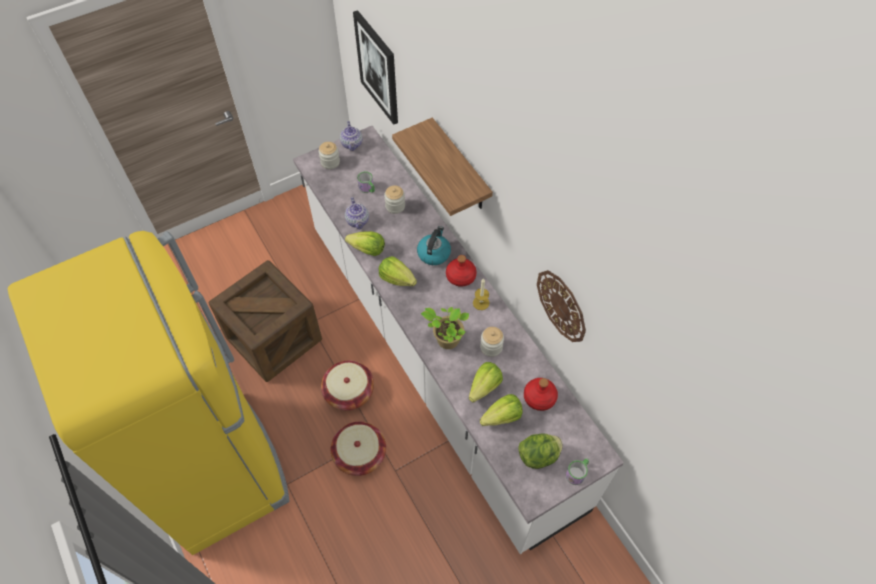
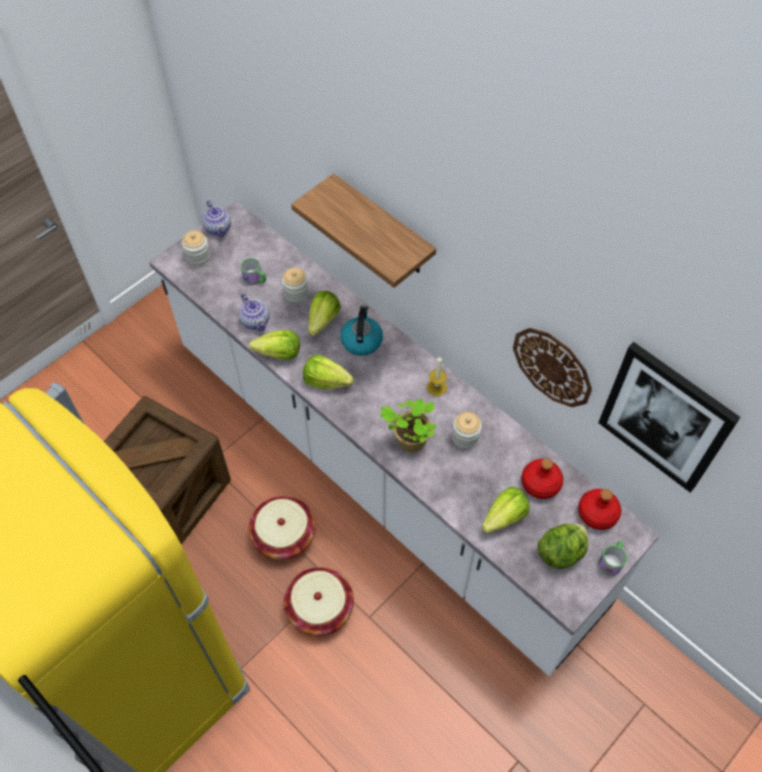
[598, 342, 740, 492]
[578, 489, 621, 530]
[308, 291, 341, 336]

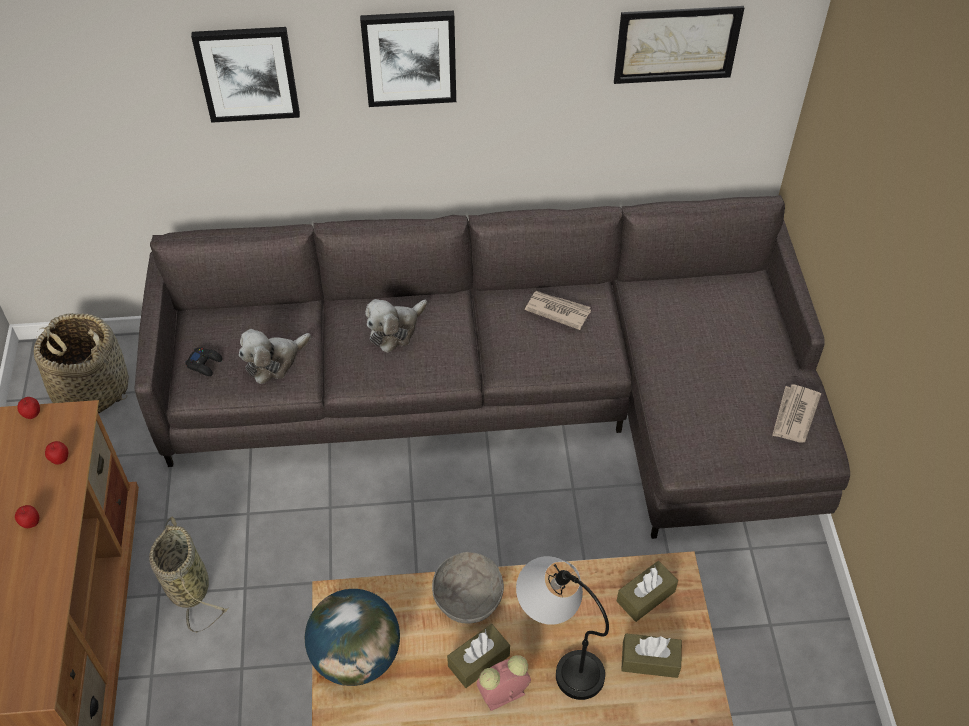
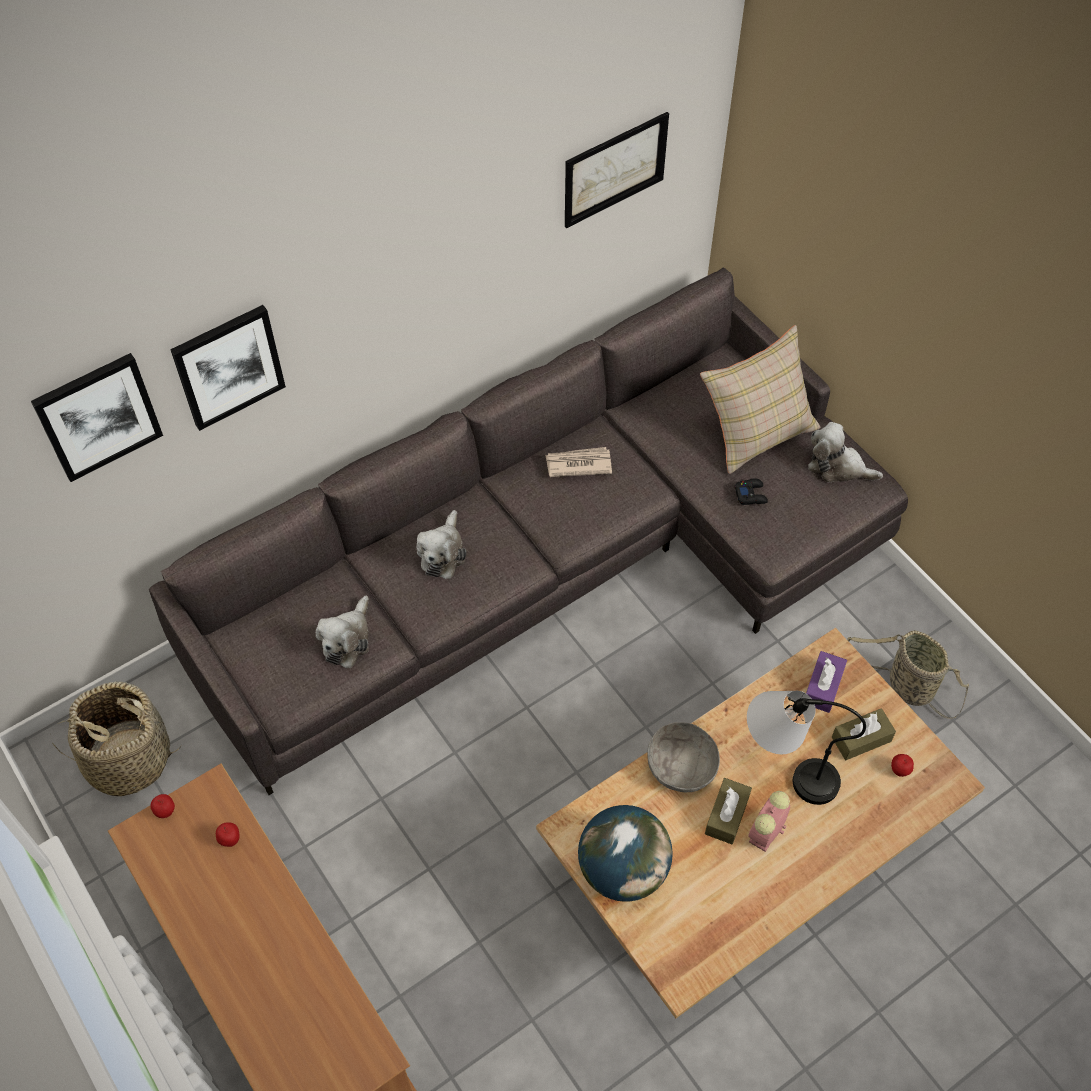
[31, 353, 163, 482]
[734, 479, 768, 505]
[808, 422, 883, 483]
[891, 754, 914, 777]
[847, 630, 969, 719]
[806, 651, 847, 713]
[700, 325, 821, 474]

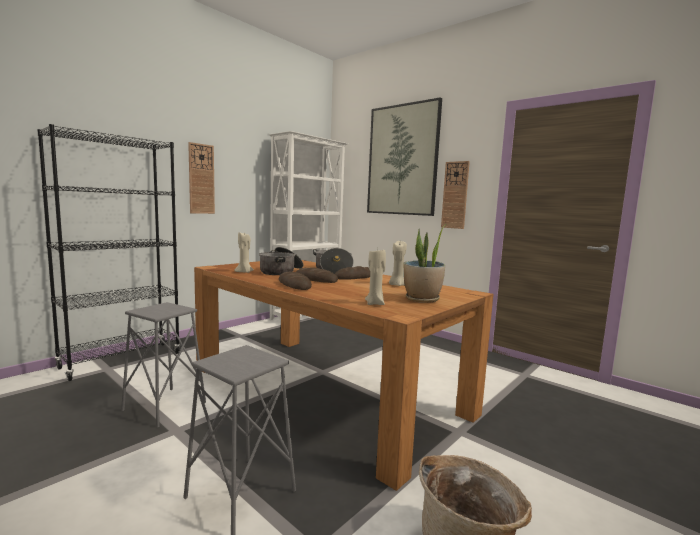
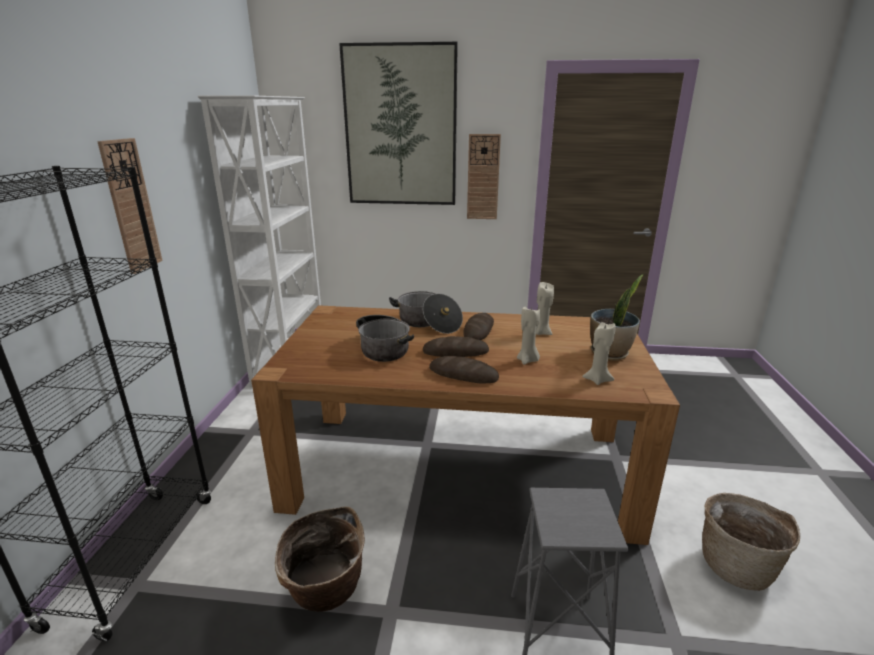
[517, 305, 540, 365]
[275, 506, 365, 612]

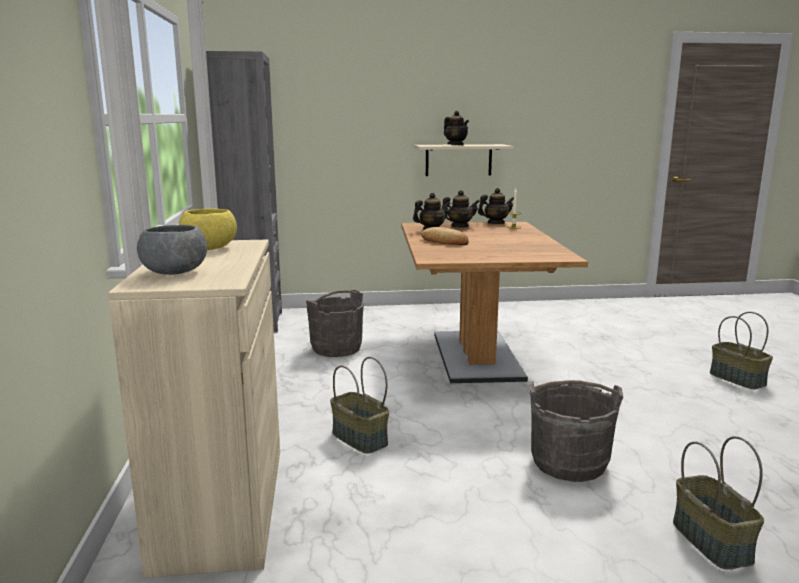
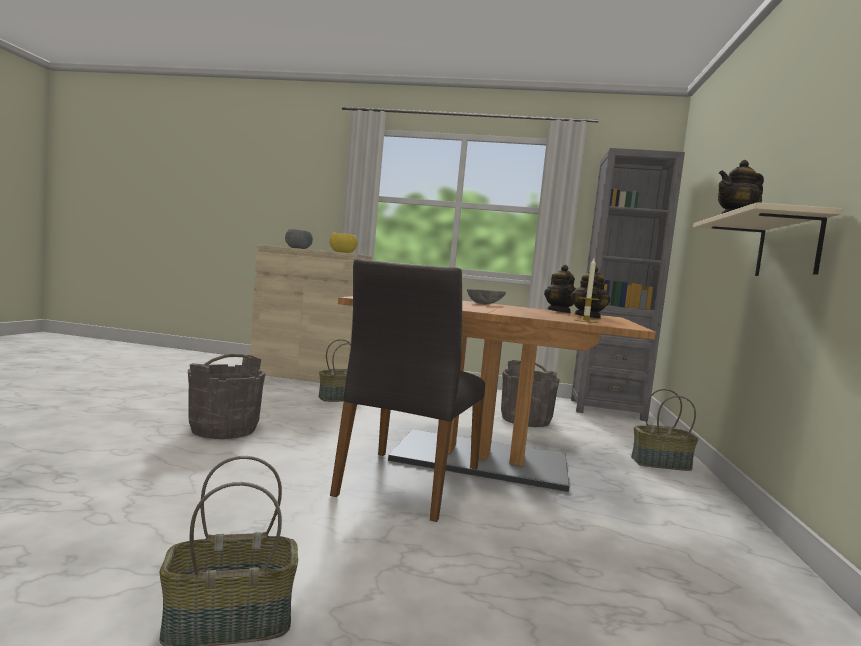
[478, 188, 514, 224] (first image)
[467, 289, 506, 305]
[631, 389, 698, 471]
[330, 259, 485, 522]

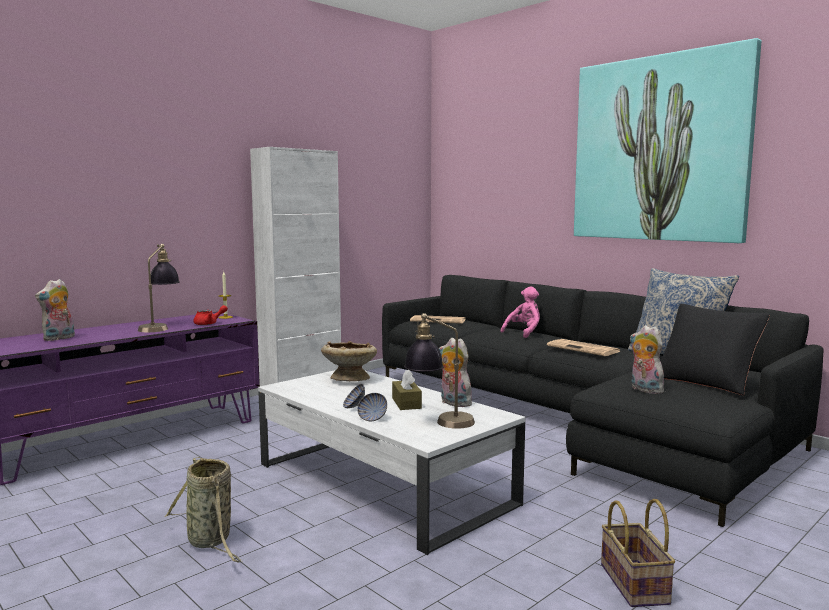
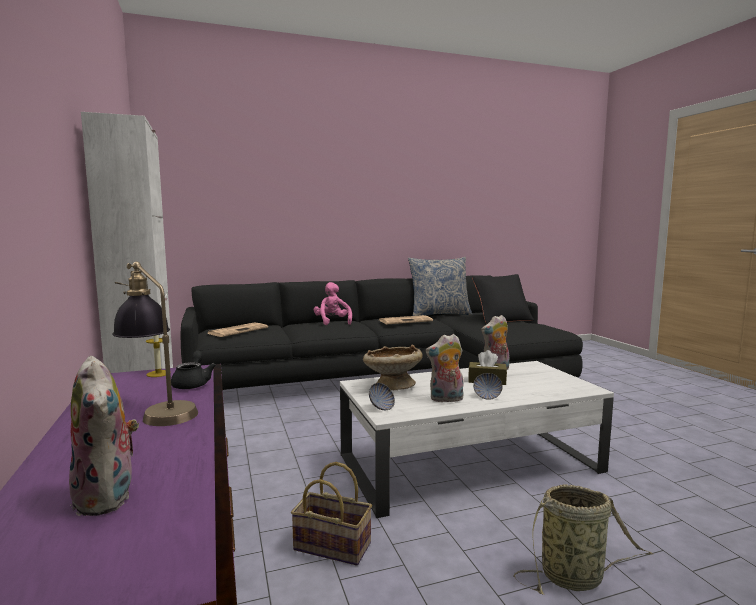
[574, 38, 761, 243] (first image)
[171, 351, 216, 389]
[404, 313, 475, 429] (first image)
[425, 334, 464, 402]
[369, 383, 395, 410]
[291, 462, 372, 566]

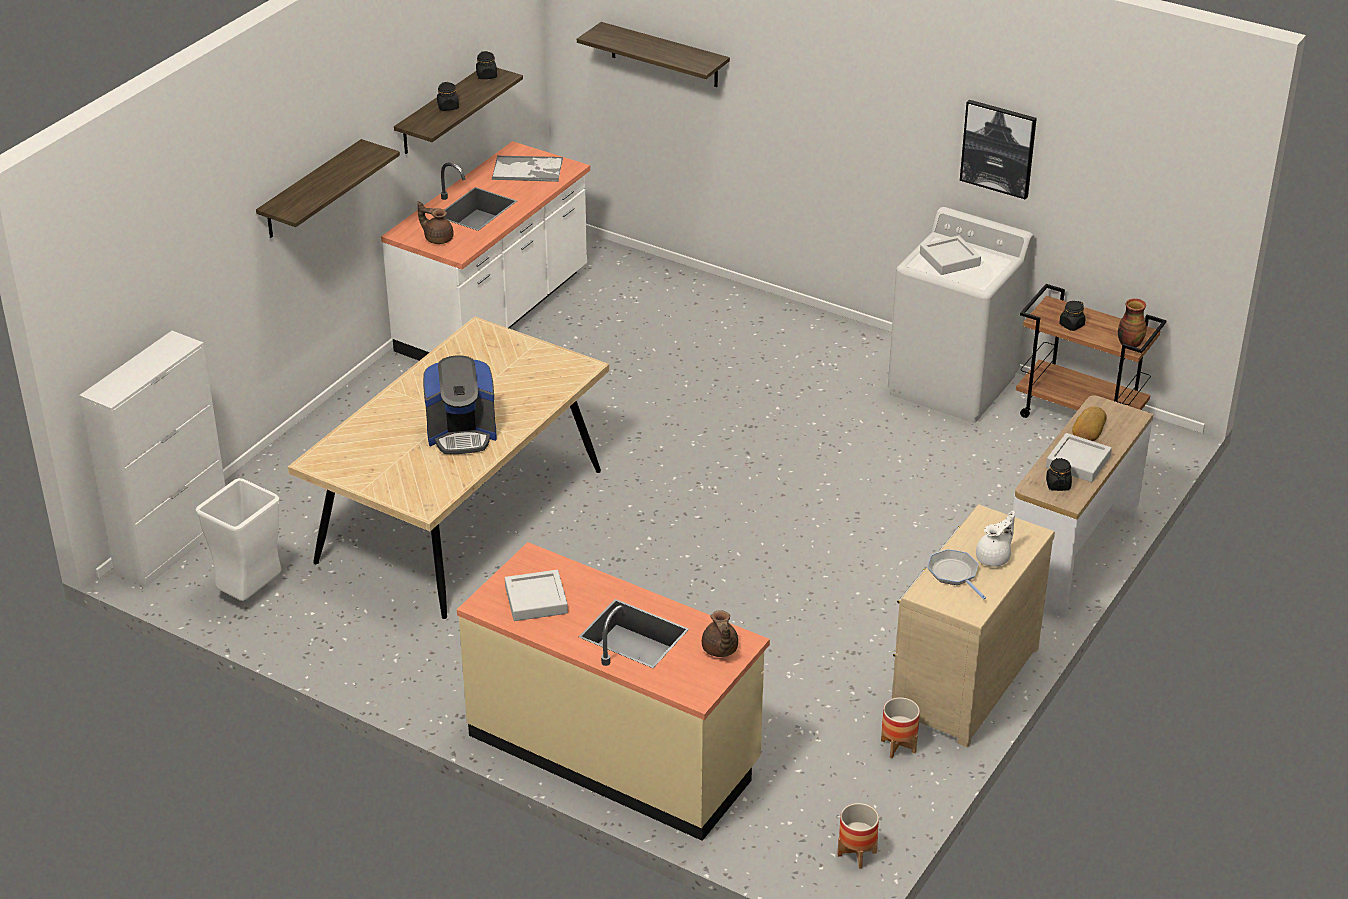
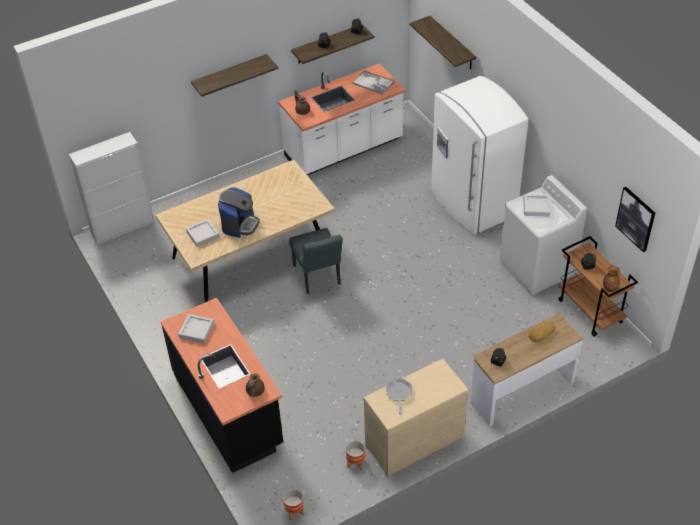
[615, 187, 655, 252]
[218, 187, 259, 238]
[186, 219, 219, 247]
[196, 478, 281, 601] (first image)
[976, 511, 1015, 567] (first image)
[161, 298, 283, 473]
[431, 76, 529, 235]
[289, 228, 343, 294]

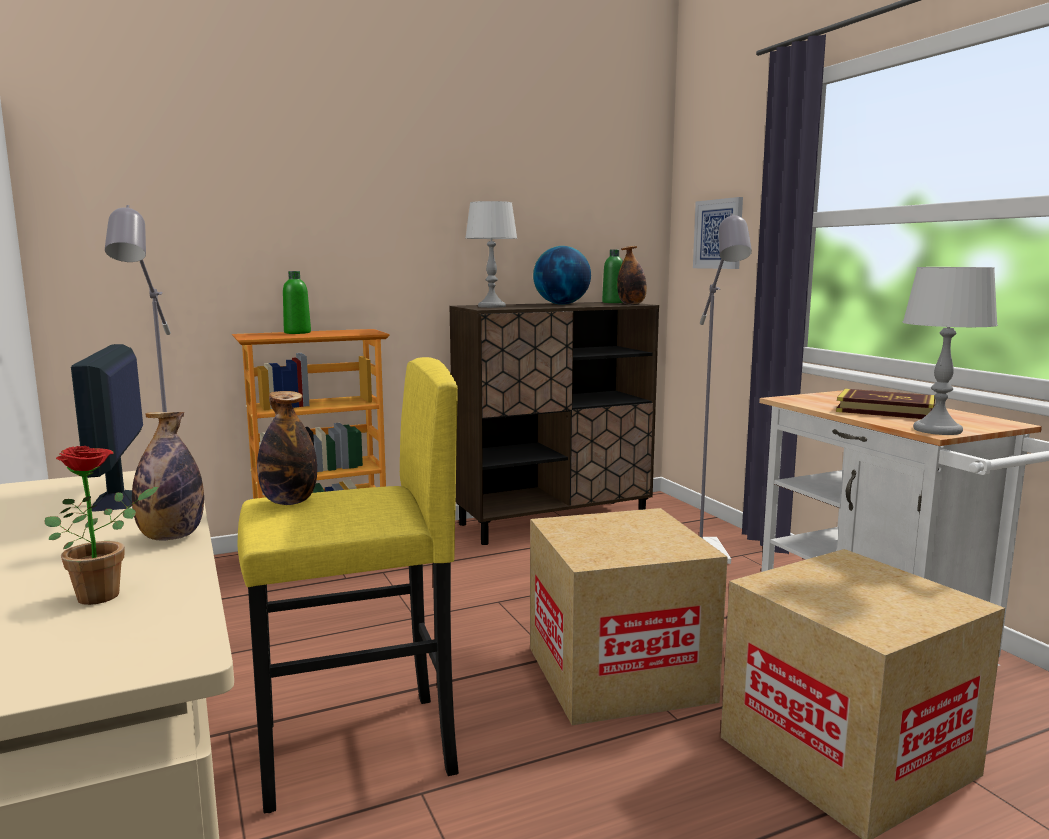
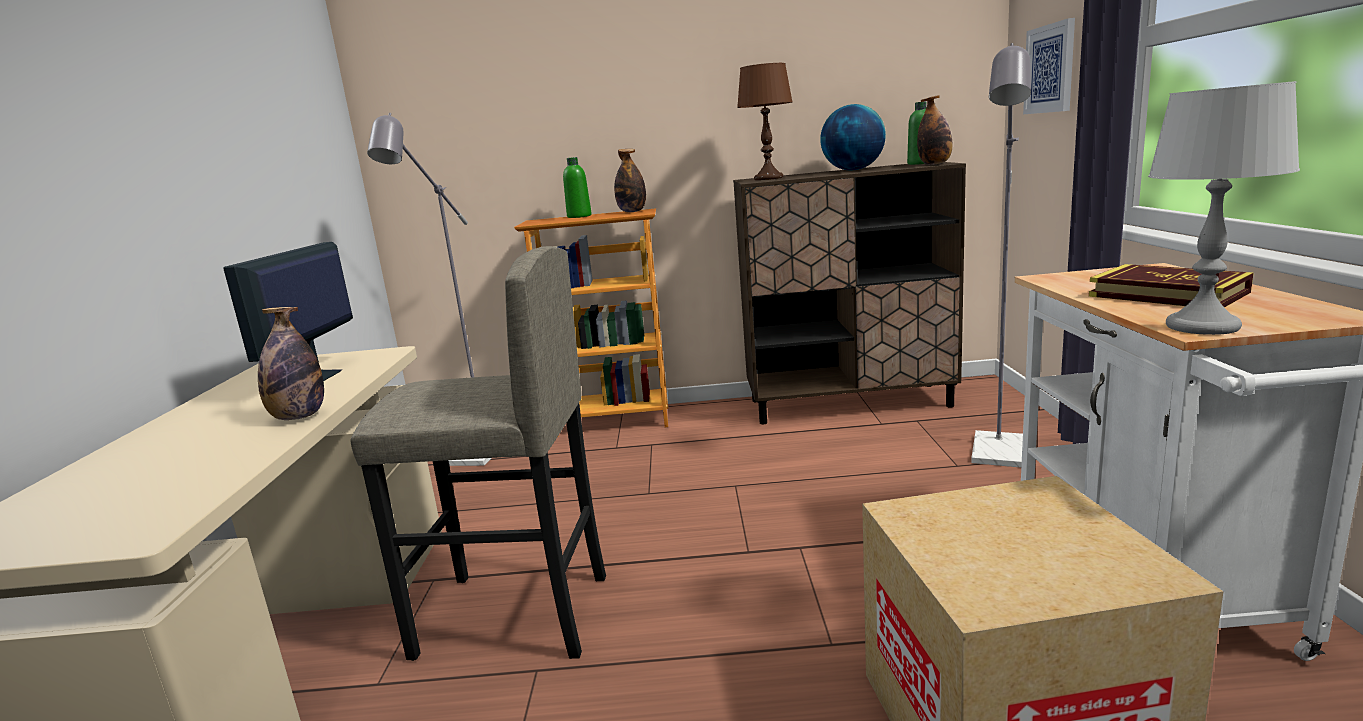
[737, 63, 793, 180]
[350, 246, 606, 661]
[614, 149, 646, 212]
[44, 446, 158, 605] (first image)
[530, 508, 728, 725] (first image)

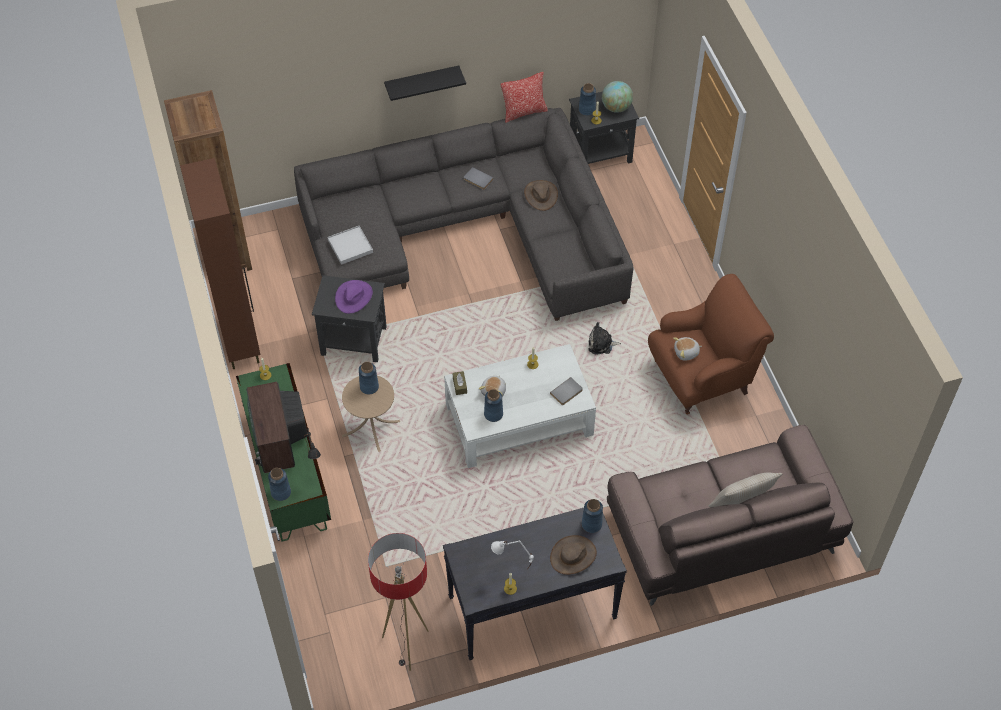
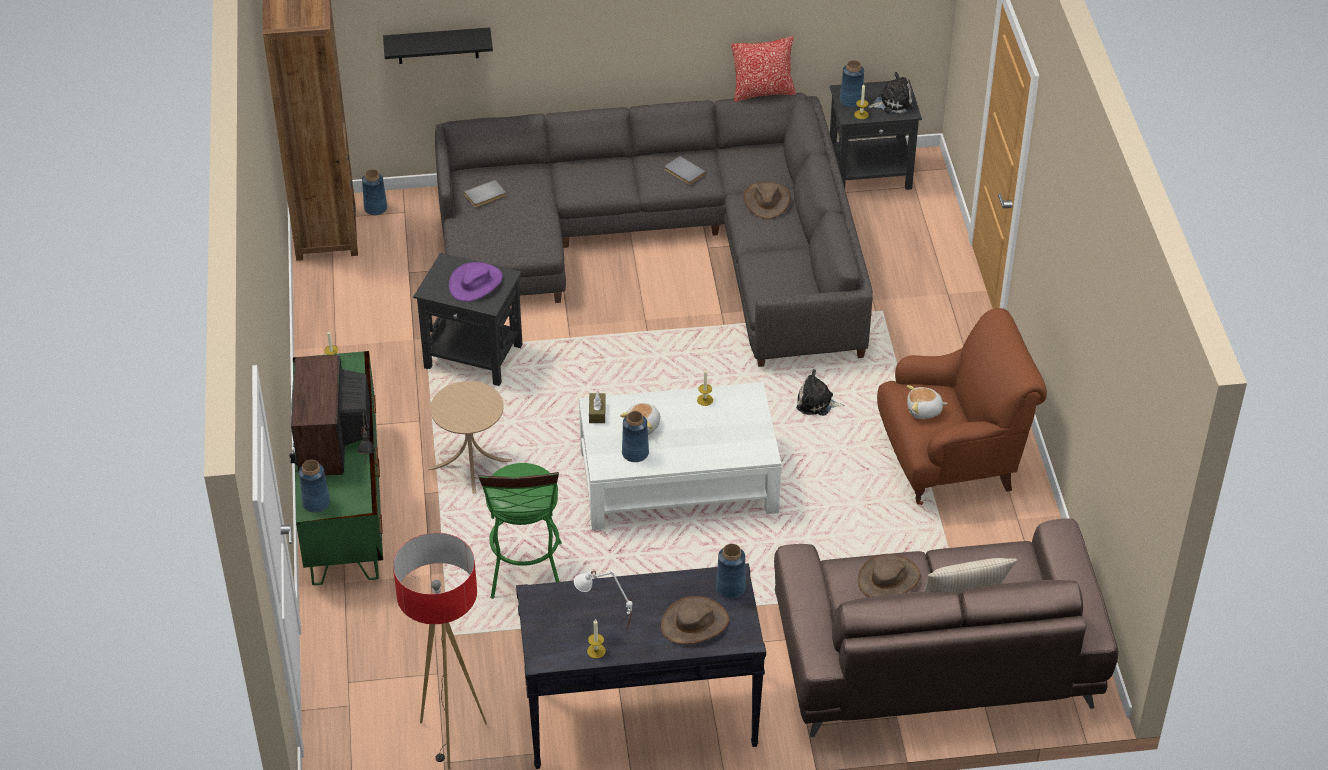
[383, 28, 493, 64]
[868, 72, 913, 113]
[180, 158, 261, 369] (first image)
[328, 226, 373, 265] (first image)
[362, 169, 387, 215]
[464, 180, 506, 207]
[479, 463, 562, 599]
[858, 554, 921, 597]

